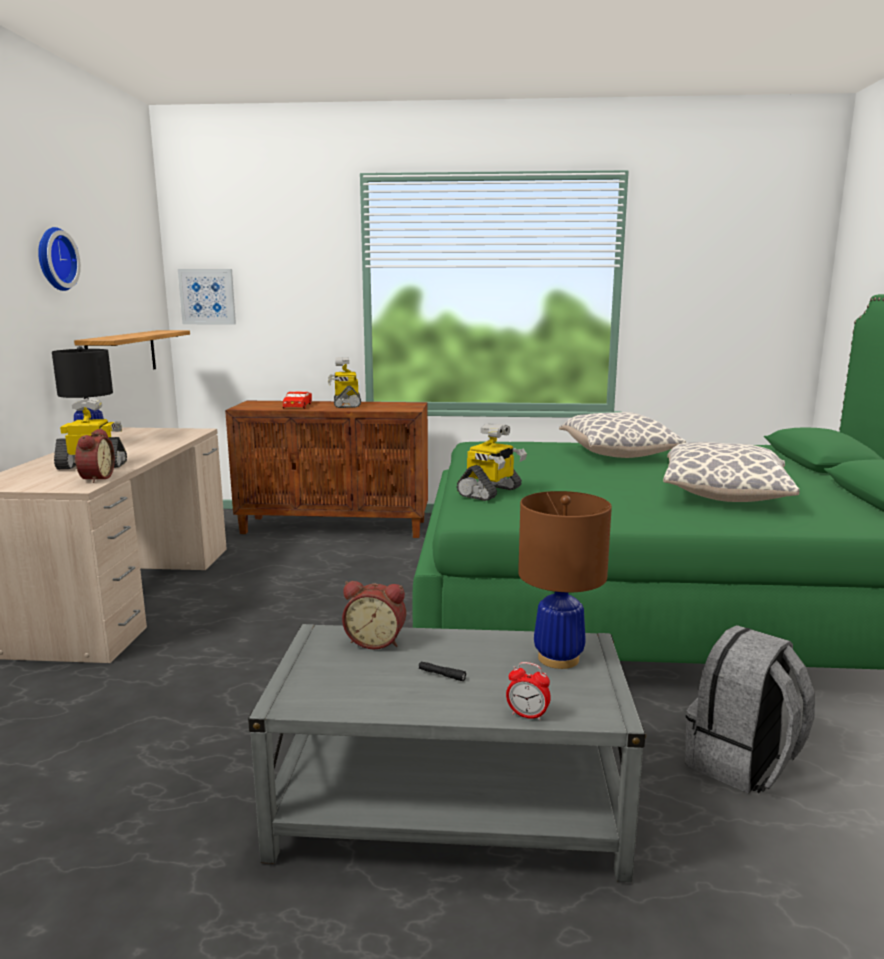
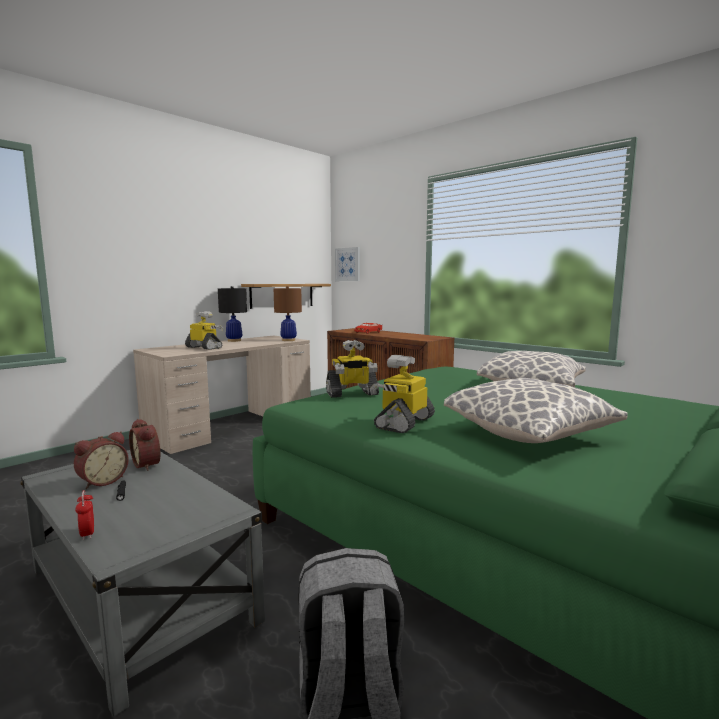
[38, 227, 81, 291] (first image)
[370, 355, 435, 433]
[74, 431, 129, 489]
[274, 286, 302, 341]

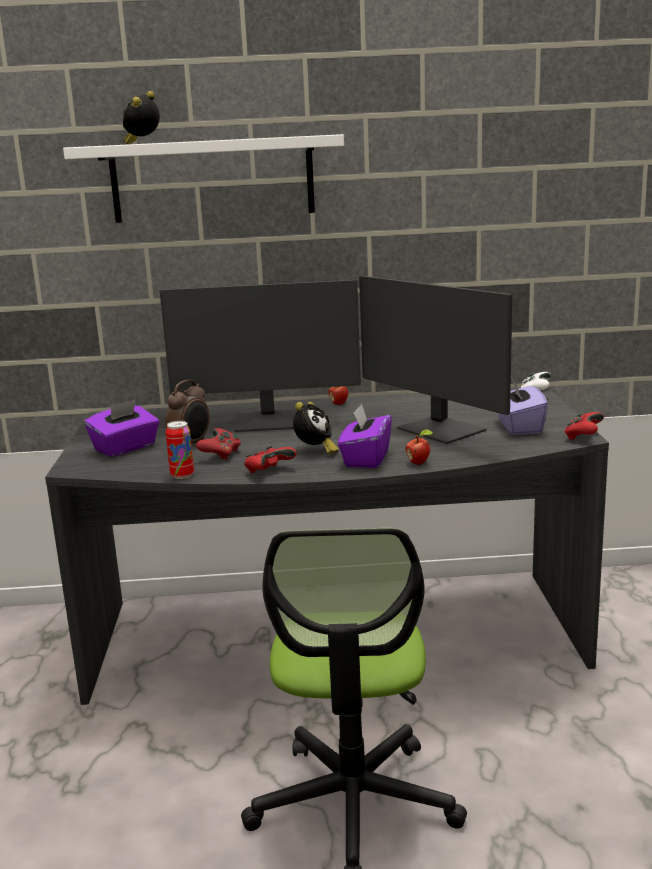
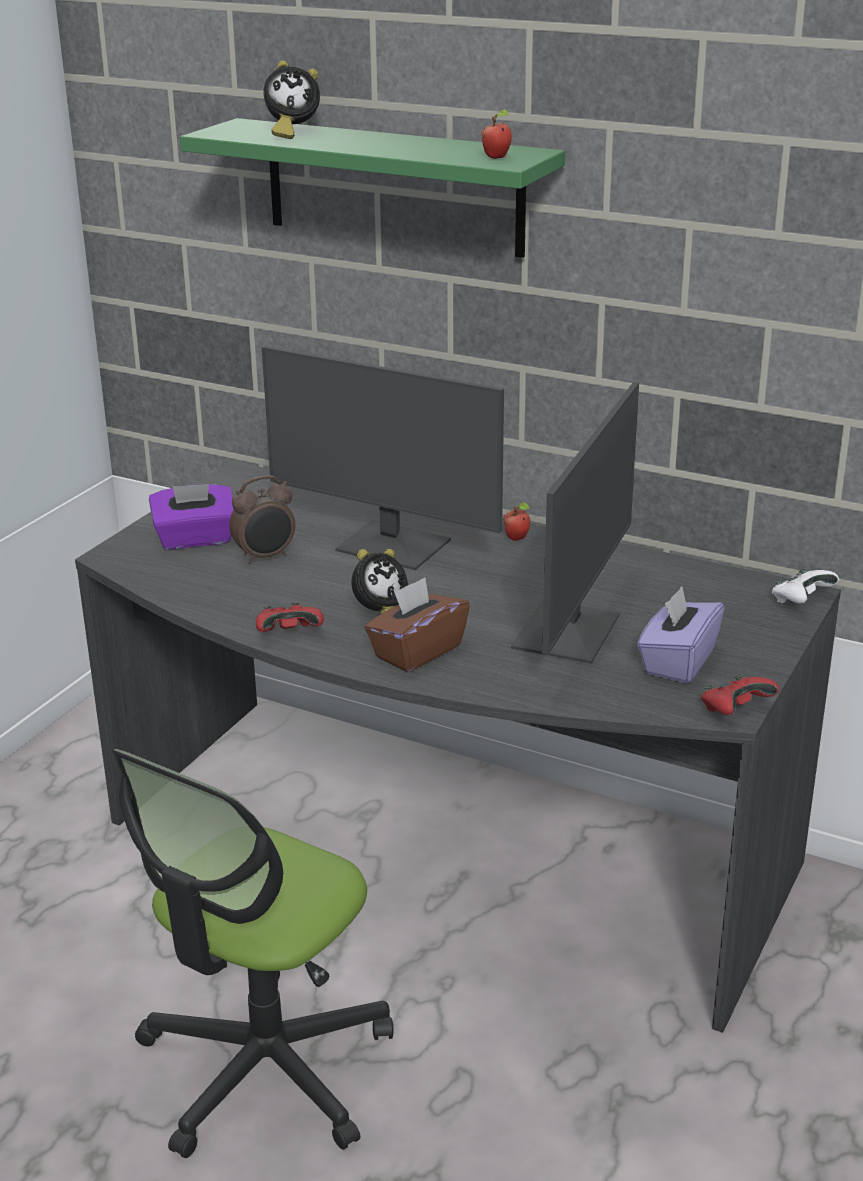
[263, 60, 320, 139]
[180, 118, 565, 258]
[511, 382, 639, 664]
[365, 577, 470, 672]
[166, 421, 194, 479] (first image)
[196, 428, 241, 460] (first image)
[482, 109, 512, 159]

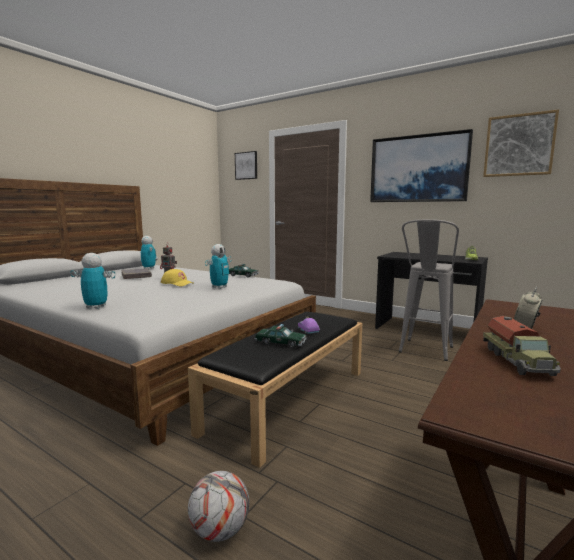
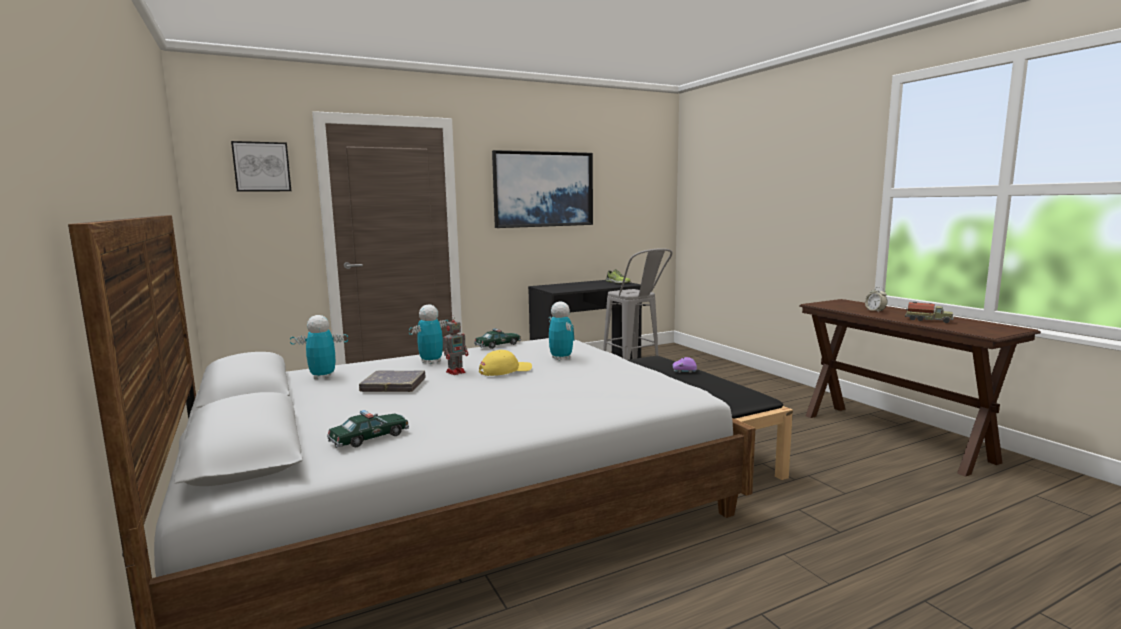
[483, 109, 559, 177] (first image)
[409, 304, 448, 364]
[327, 410, 409, 448]
[188, 471, 250, 542] (first image)

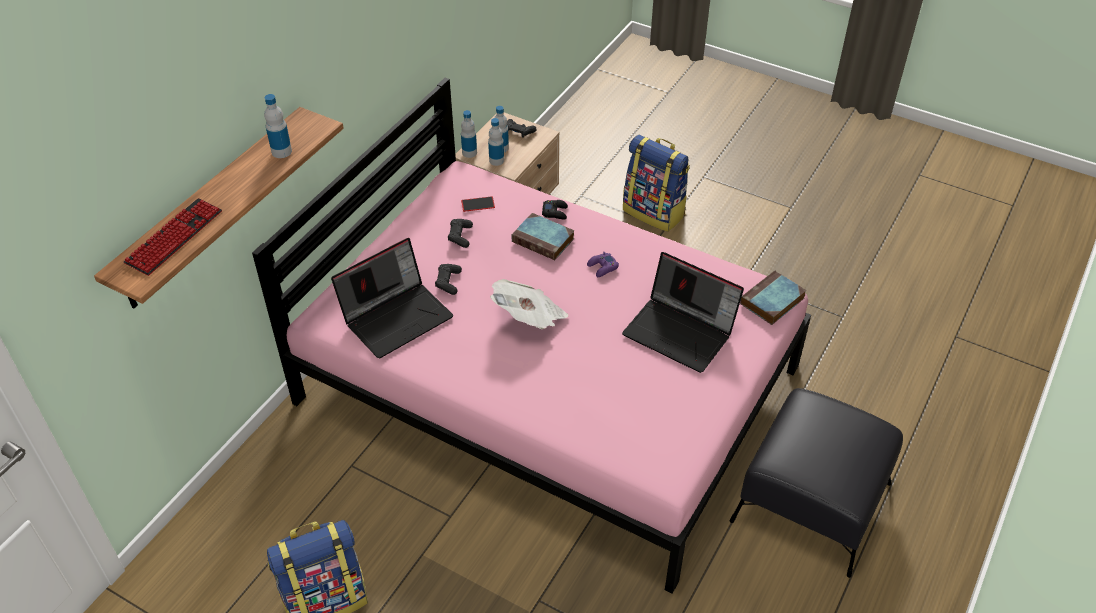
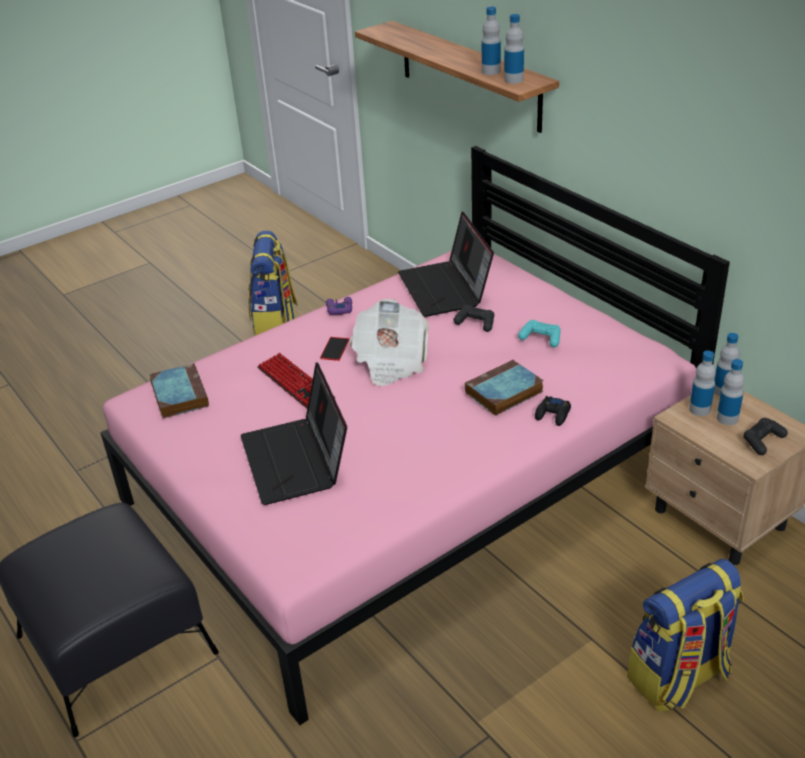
[320, 337, 349, 361]
[257, 353, 335, 409]
[518, 320, 561, 348]
[326, 297, 352, 315]
[240, 362, 347, 505]
[150, 363, 209, 418]
[504, 14, 524, 84]

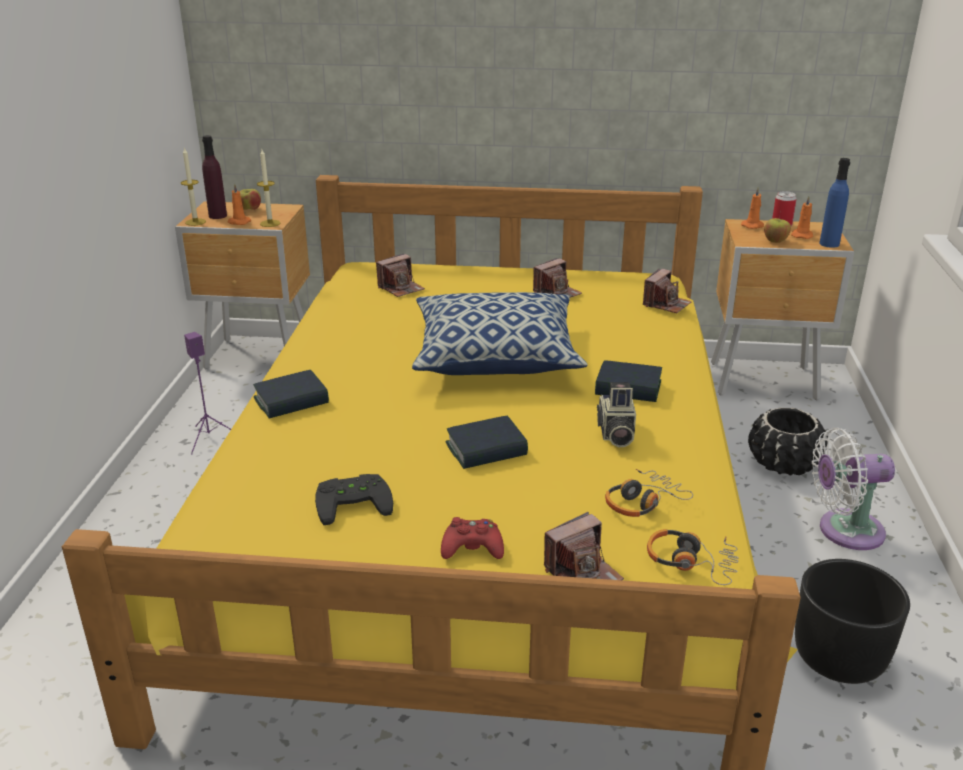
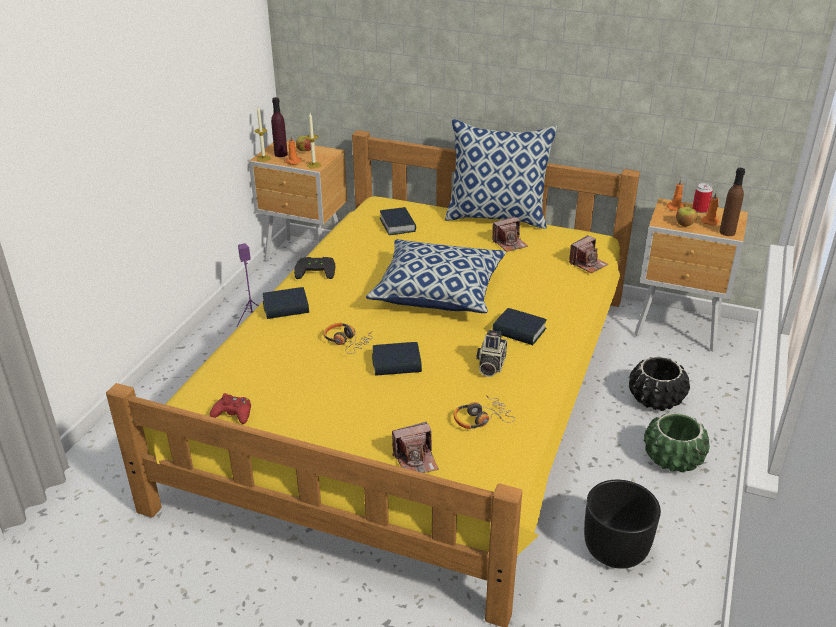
[719, 168, 745, 236]
[380, 207, 416, 235]
[644, 413, 710, 472]
[294, 257, 335, 279]
[210, 393, 251, 424]
[324, 323, 373, 354]
[445, 119, 557, 229]

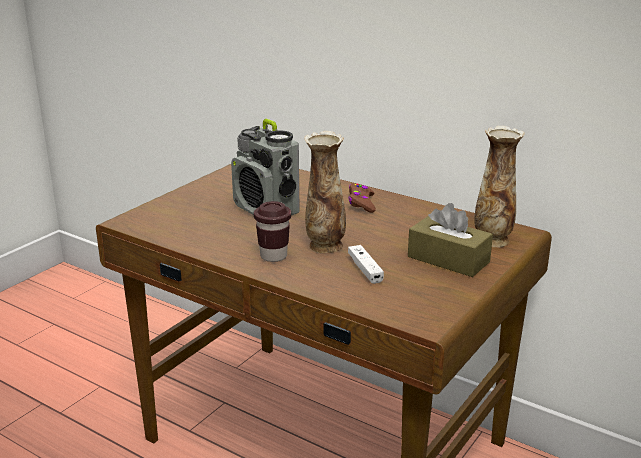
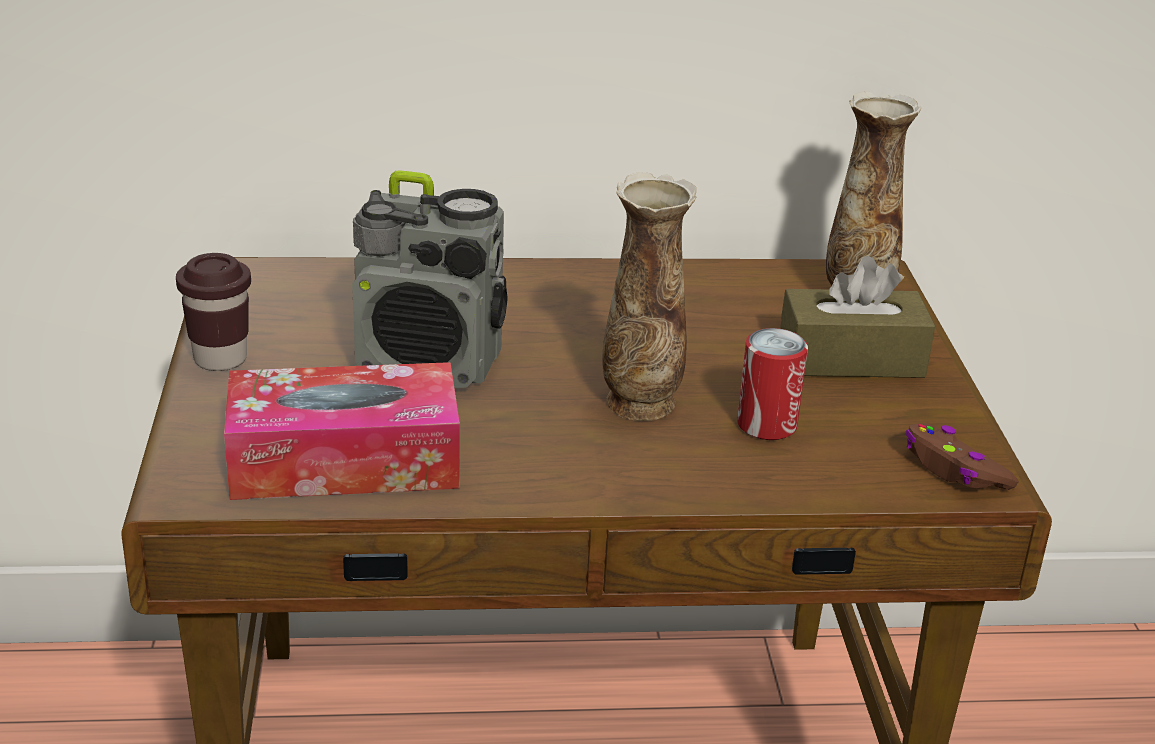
[905, 423, 1019, 490]
[176, 253, 251, 371]
[737, 328, 808, 440]
[224, 362, 460, 500]

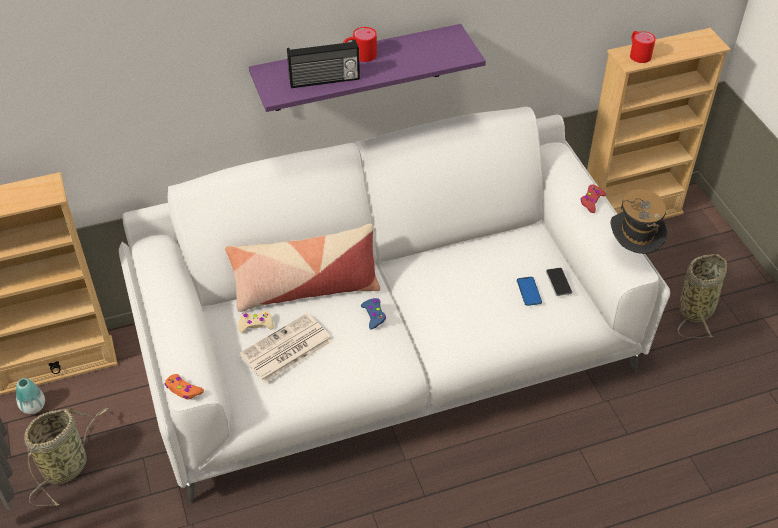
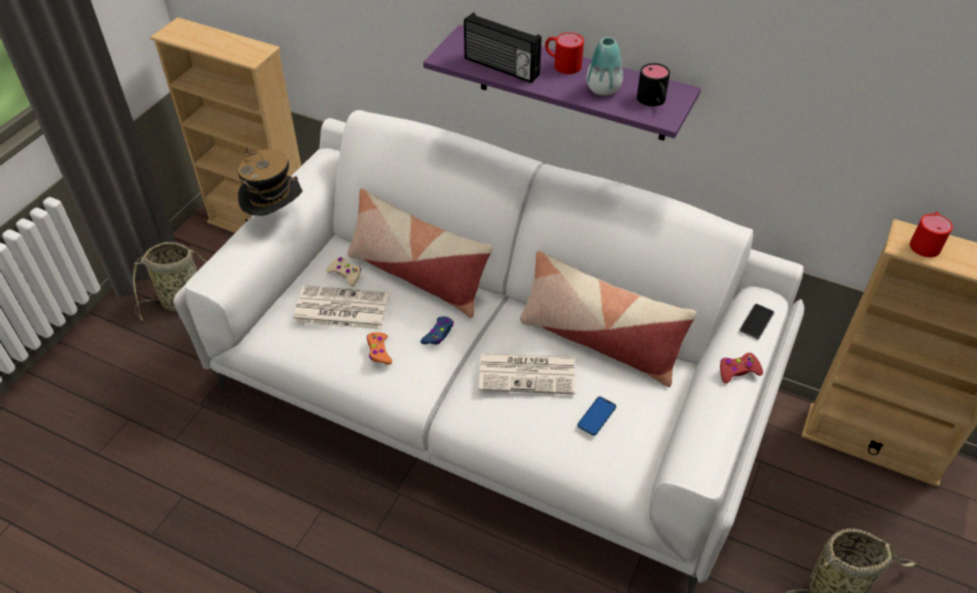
[238, 148, 302, 216]
[739, 304, 774, 339]
[367, 332, 392, 365]
[586, 37, 623, 96]
[637, 63, 670, 106]
[520, 251, 697, 387]
[479, 353, 575, 394]

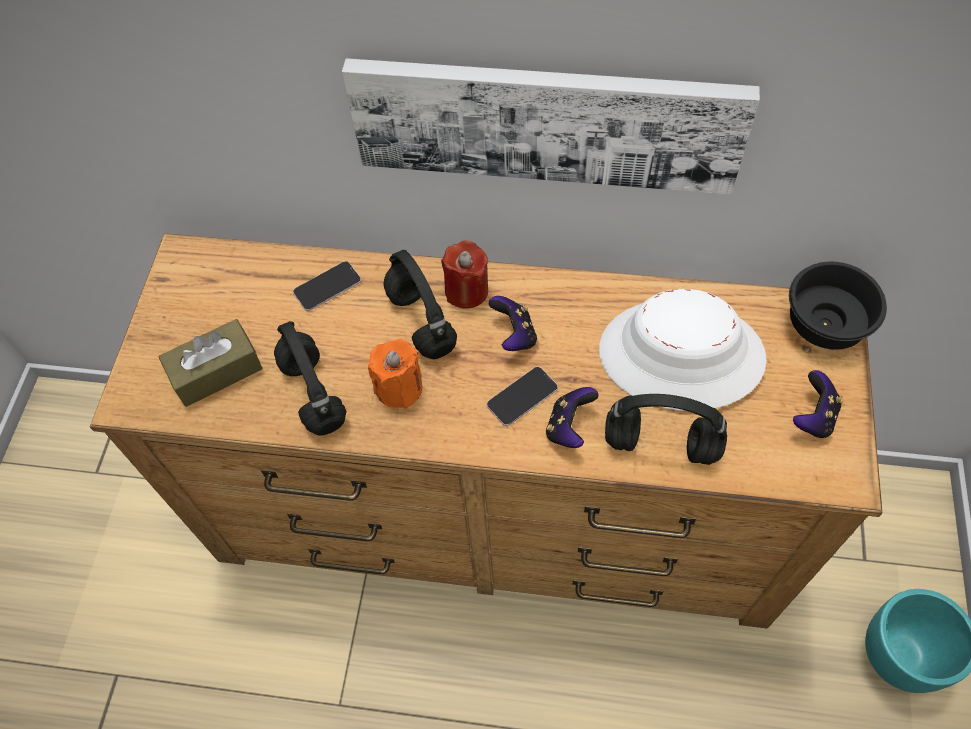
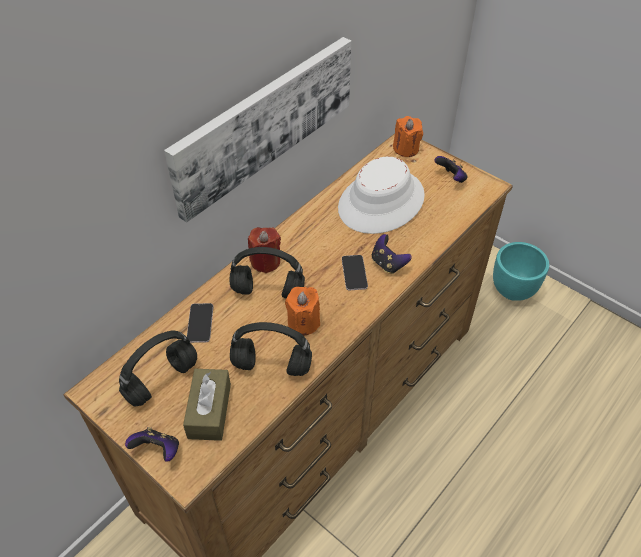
[393, 116, 423, 157]
[125, 427, 179, 462]
[119, 331, 197, 406]

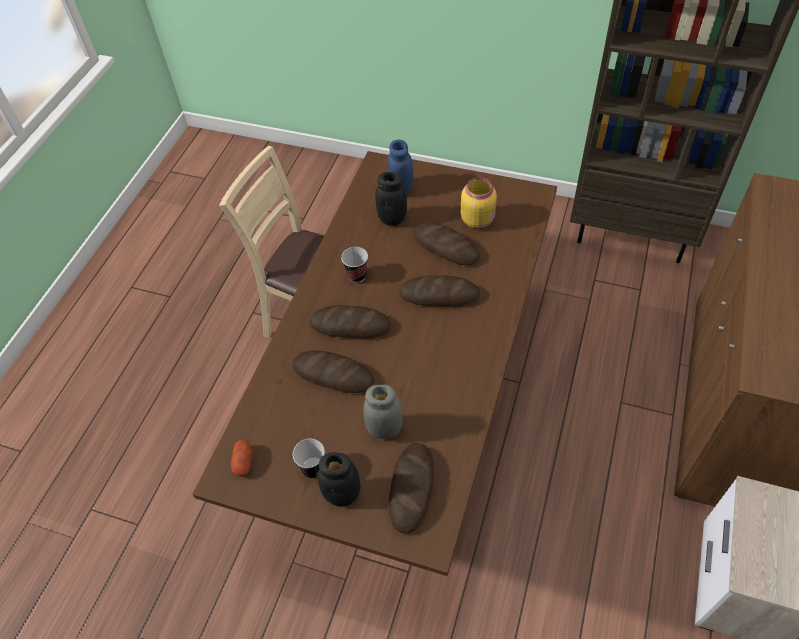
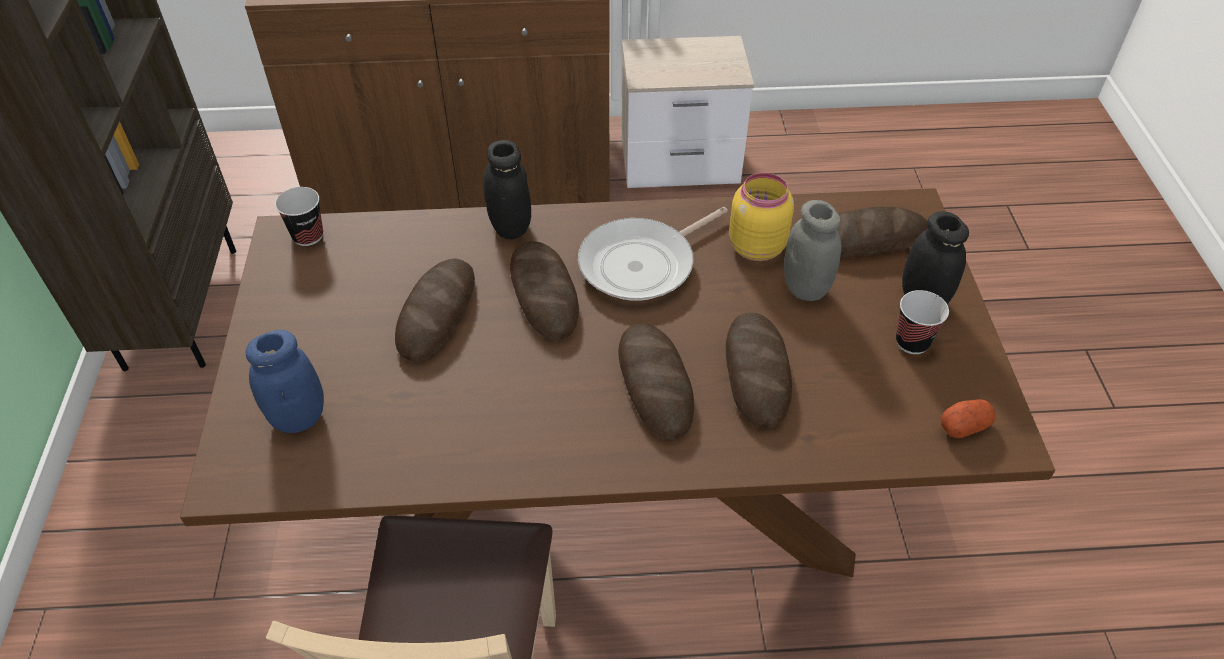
[484, 140, 531, 239]
[729, 173, 794, 261]
[275, 187, 323, 246]
[578, 207, 728, 301]

